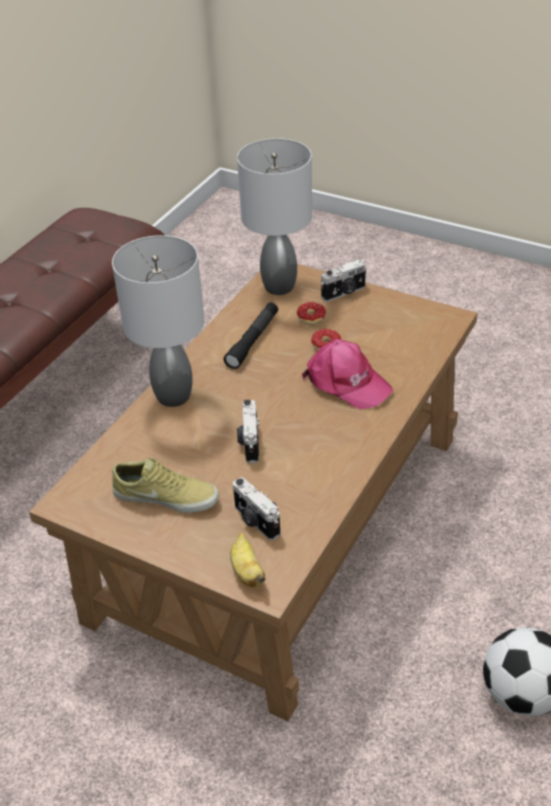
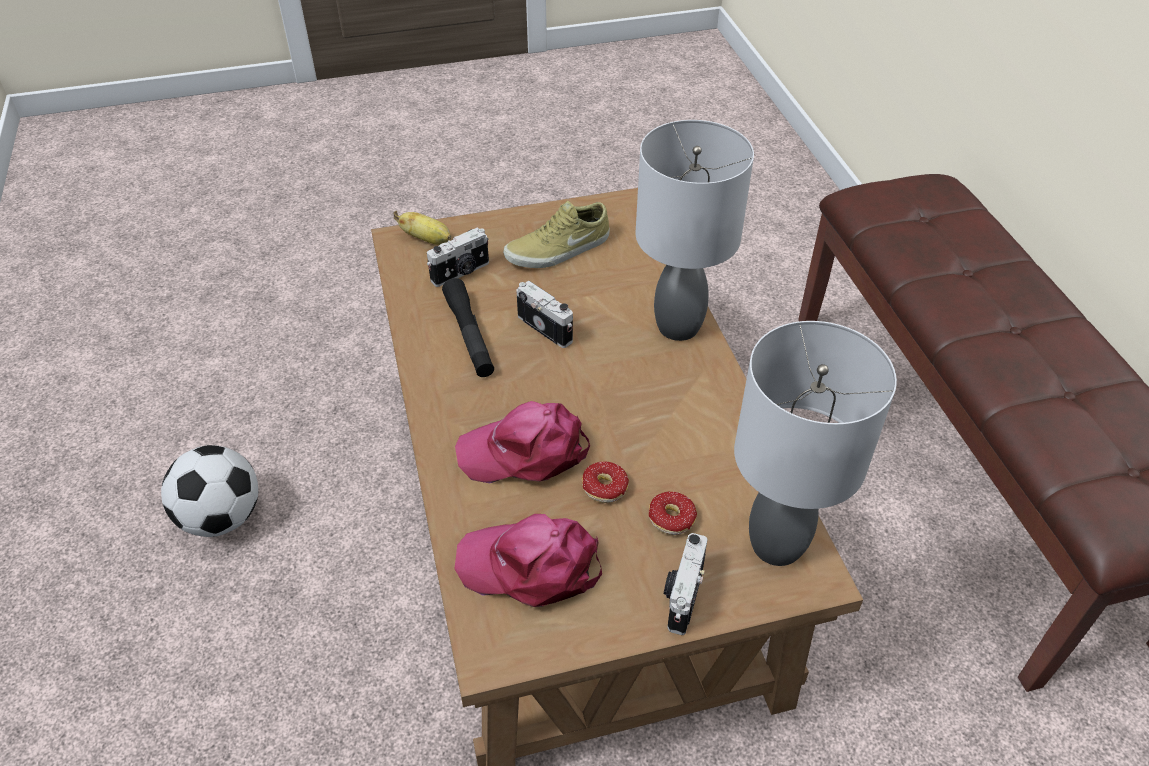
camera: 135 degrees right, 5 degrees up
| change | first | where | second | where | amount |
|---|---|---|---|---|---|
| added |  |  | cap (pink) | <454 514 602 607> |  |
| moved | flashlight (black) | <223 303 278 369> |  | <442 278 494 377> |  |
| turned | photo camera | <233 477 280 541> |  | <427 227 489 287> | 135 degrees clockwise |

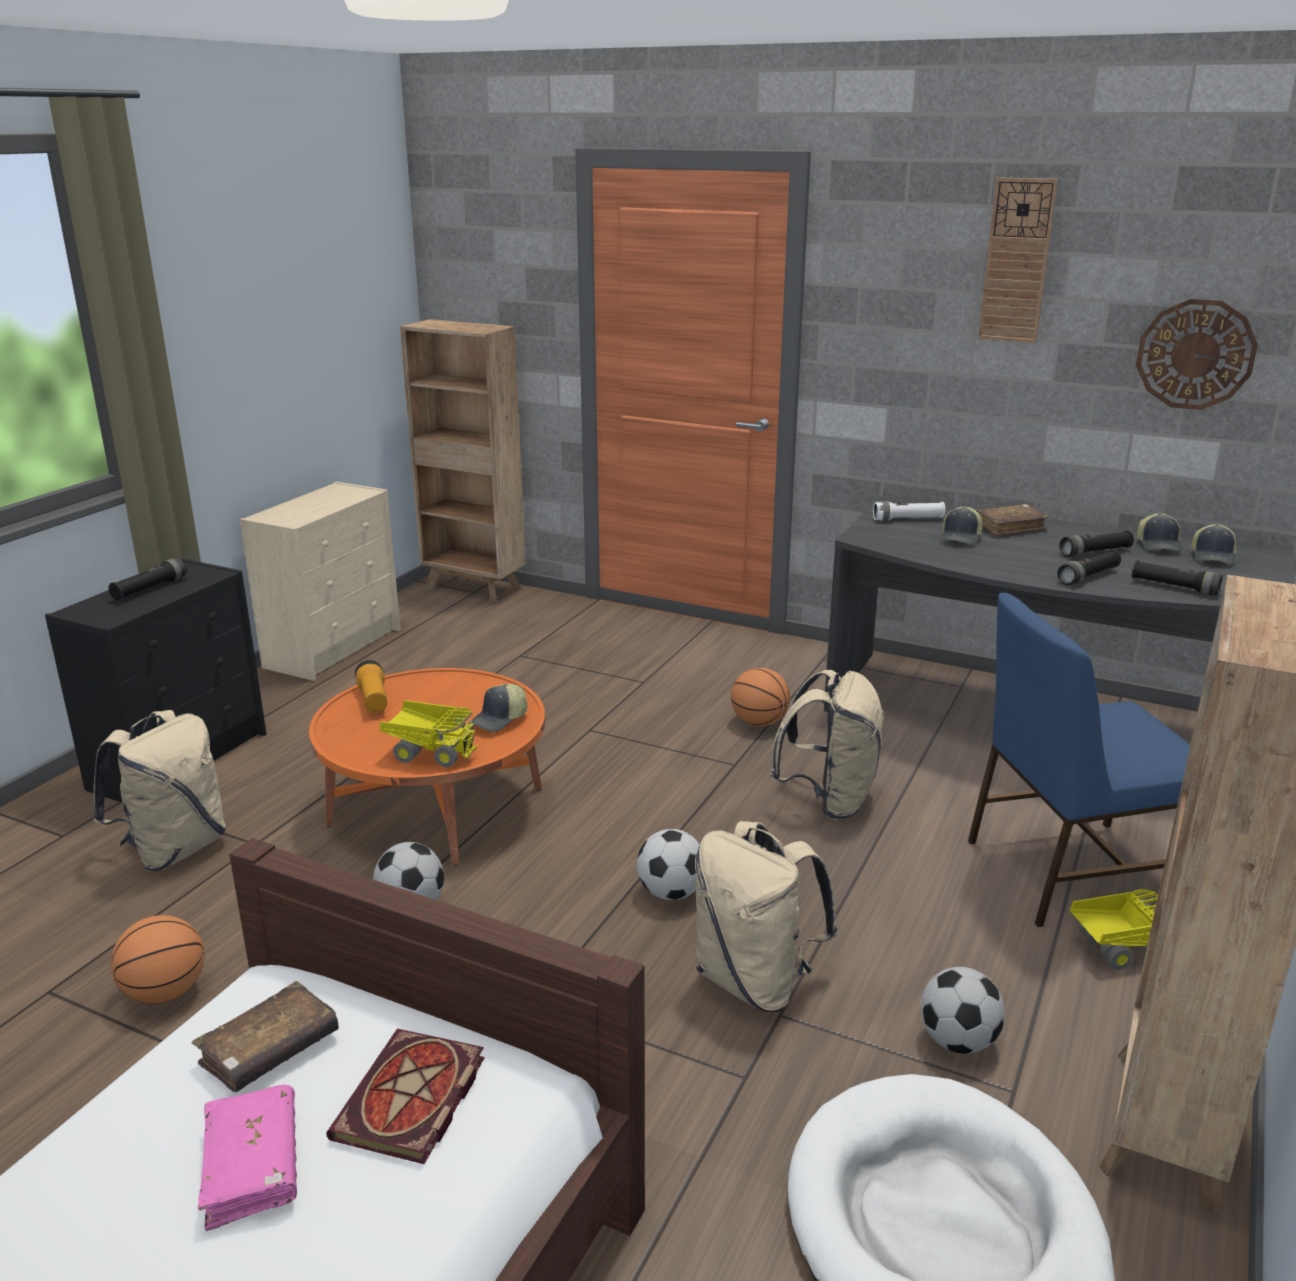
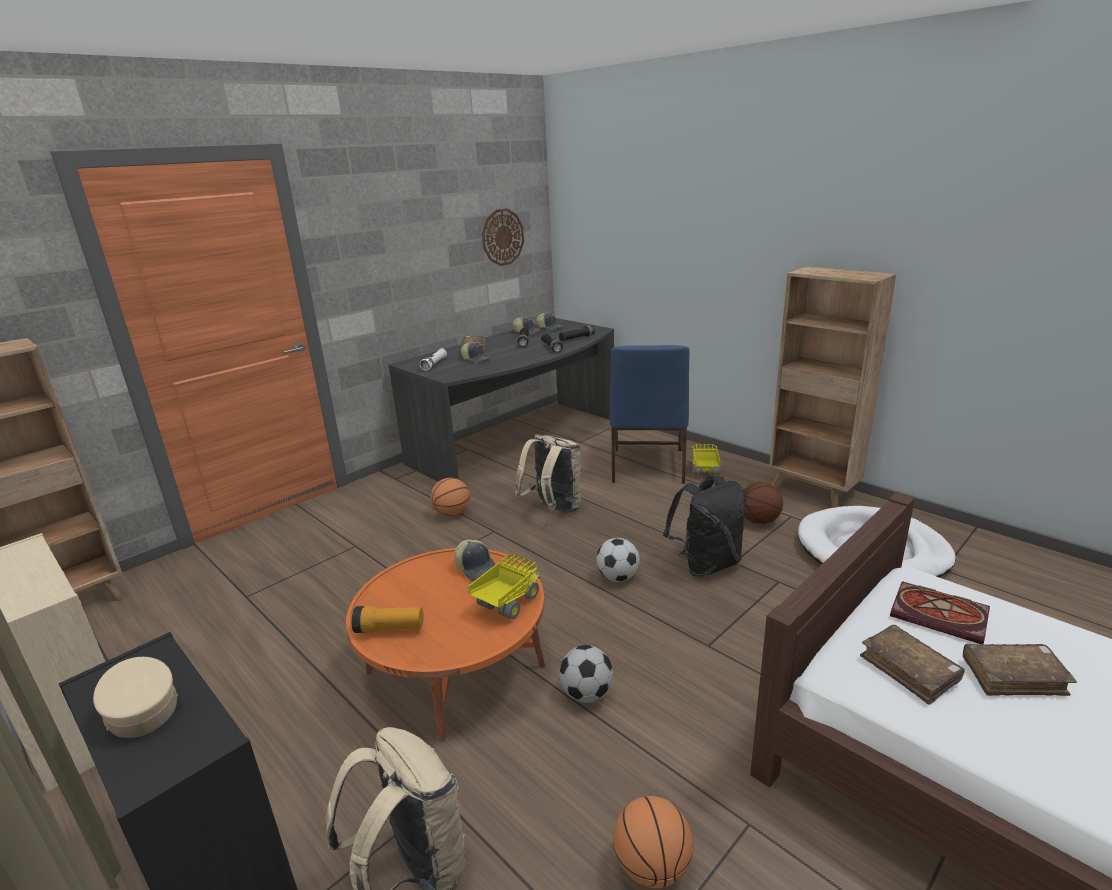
camera: 70 degrees left, 0 degrees up
| change | first | where | second | where | amount |
|---|---|---|---|---|---|
| removed | wall clock | <978 177 1058 343> |  |  |  |
| replaced | flashlight (black) | <109 558 187 600> | cap (beige) | <93 657 178 738> |  |
| replaced | football | <921 967 1005 1054> | basketball | <744 482 783 524> |  |
| recoloured | book (pink) | <198 1084 297 1231> | book (brown) | <963 644 1077 696> |  |
| recoloured | backpack (beige) | <695 821 838 1012> | backpack (black) | <663 475 745 577> |  |

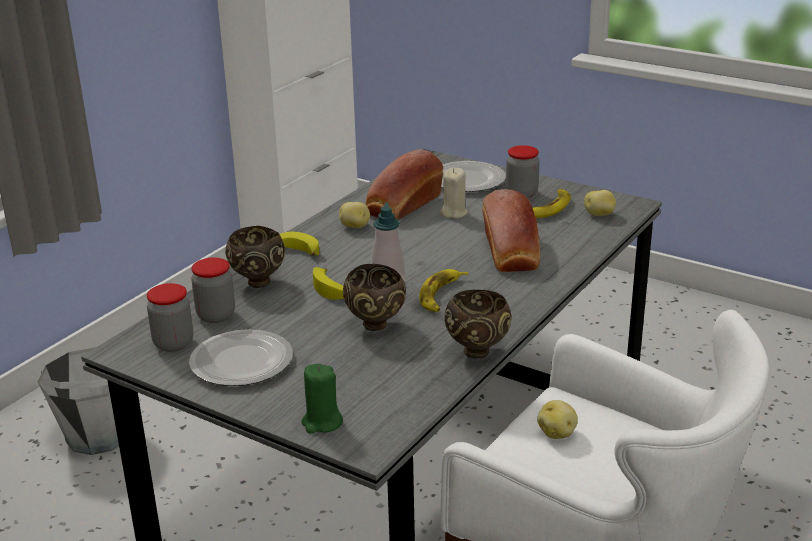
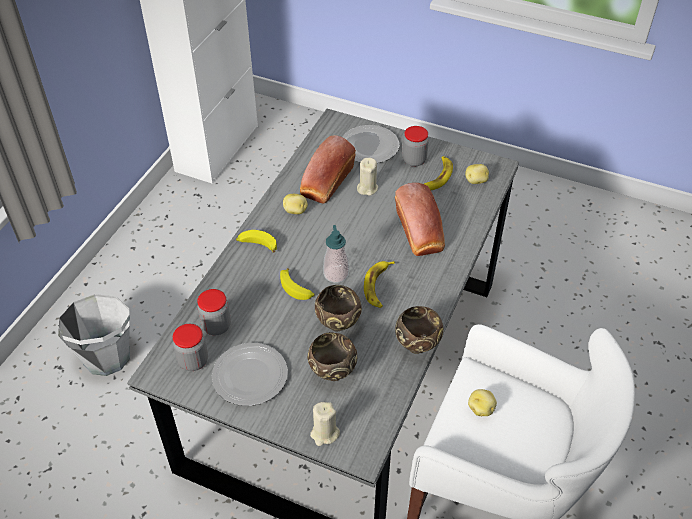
camera: 10 degrees left, 20 degrees up
| change | first | where | second | where | amount |
|---|---|---|---|---|---|
| moved | bowl (brown) | <225 226 285 288> |  | <308 332 357 381> |  |
| recoloured | candle (green) | <301 364 343 434> | candle (beige) | <310 402 340 446> |  |

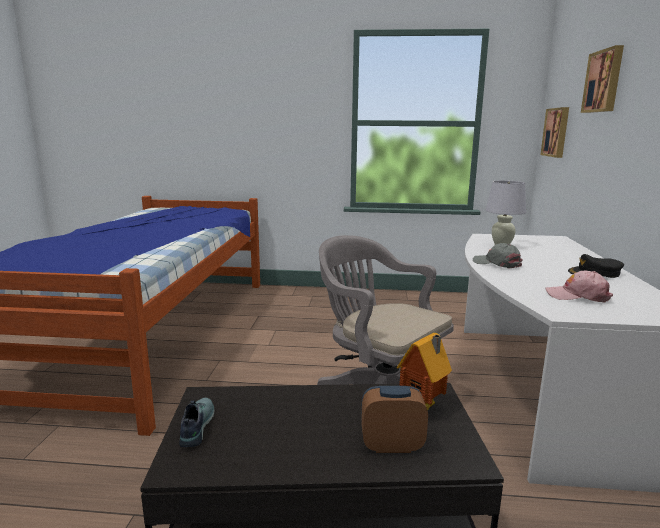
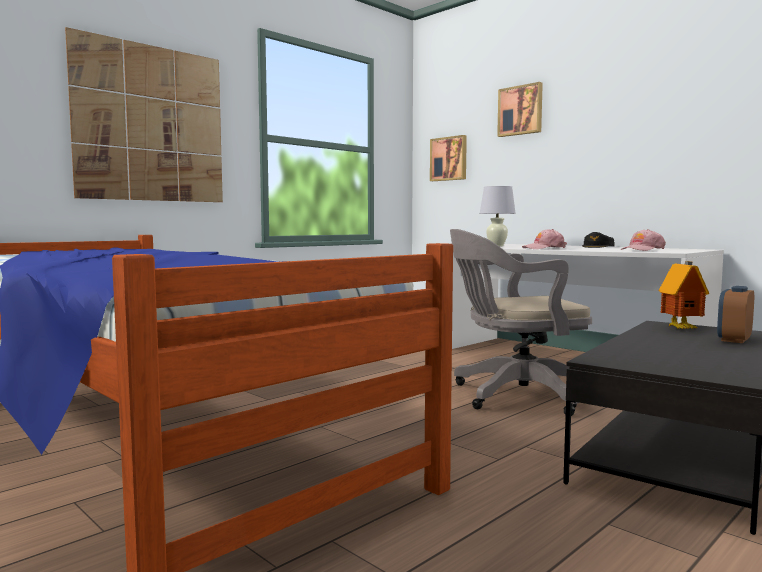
camera: 50 degrees left, 10 degrees down
| change | first | where | second | where | amount |
|---|---|---|---|---|---|
| removed | shoe | <179 398 215 447> |  |  |  |
| added |  |  | picture | <65 27 223 202> |  |
| recoloured | cap (grey) | <473 243 523 269> | cap (pink) | <522 229 567 249> |  |

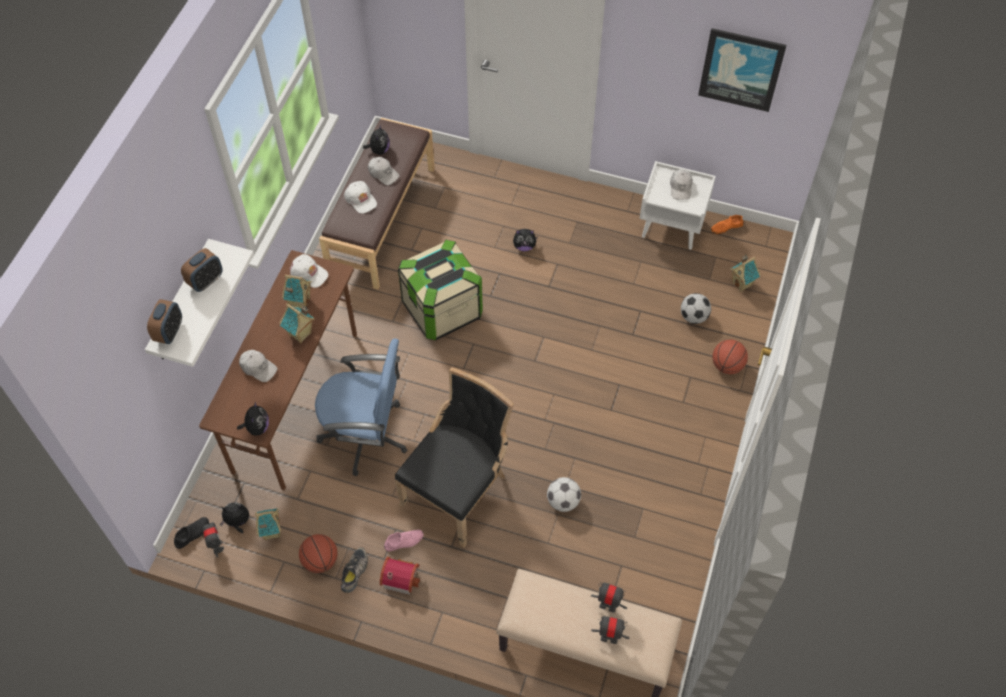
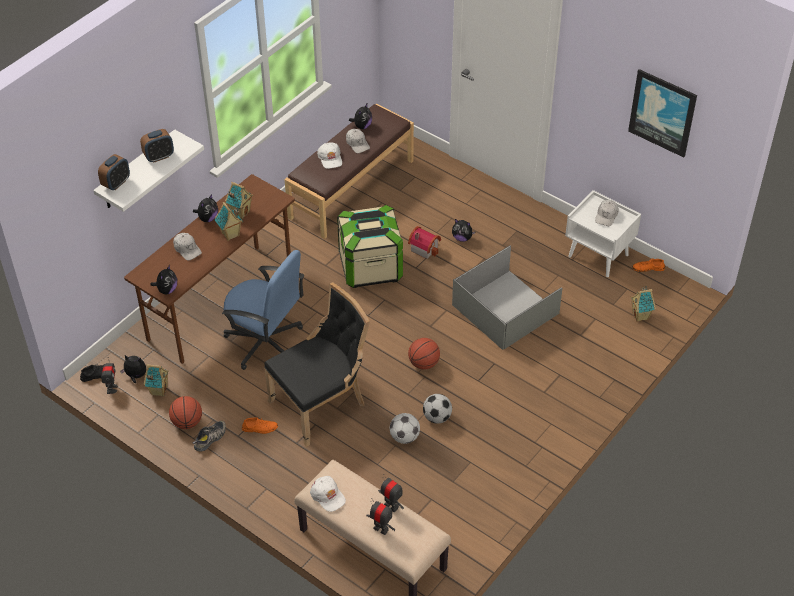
camera: 20 degrees right, 10 degrees down
| change | first | where | second | where | amount |
|---|---|---|---|---|---|
| added |  |  | plush toy | <193 194 218 222> |  |
| added |  |  | storage box (grey) | <452 246 562 350> |  |
| moved | cap (white) | <290 254 328 288> |  | <310 476 346 512> |  |
| moved | toy house | <380 557 420 595> |  | <408 226 441 259> |  |
| moved | football | <681 293 711 324> |  | <423 394 452 424> |  |
| moved | basketball | <712 339 748 374> |  | <408 338 440 370> |  |
| recoloured | shoe (pink) | <384 530 424 551> | shoe (orange) | <242 417 278 434> |  |

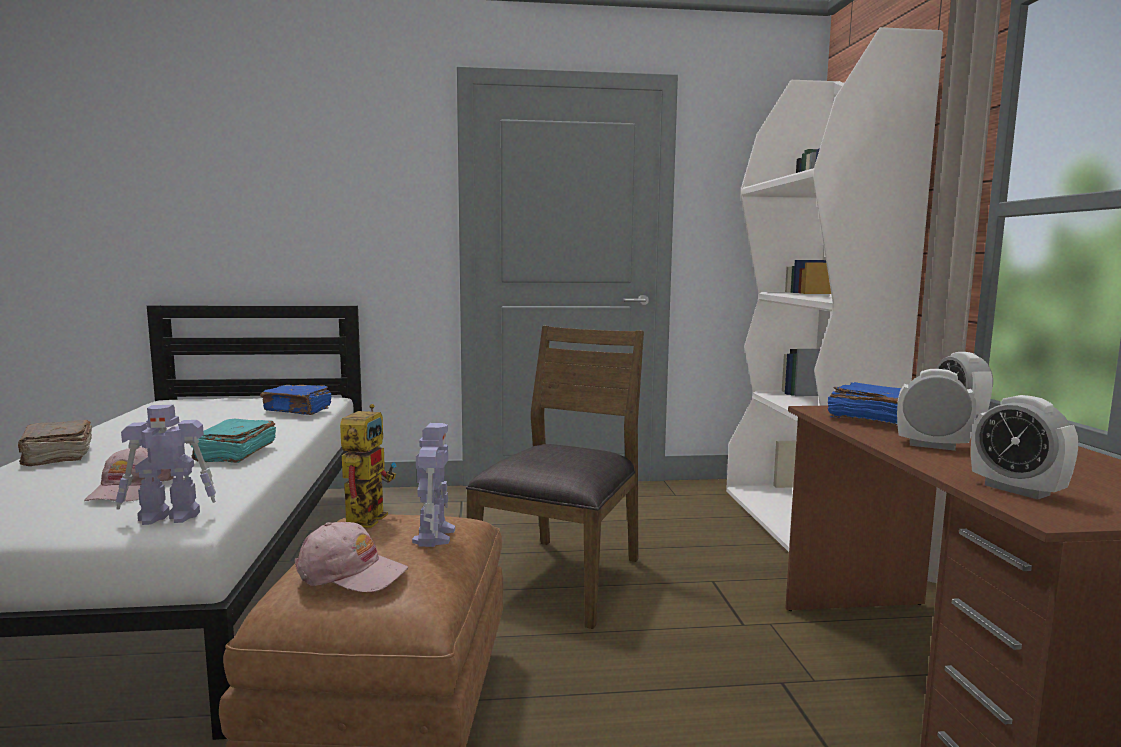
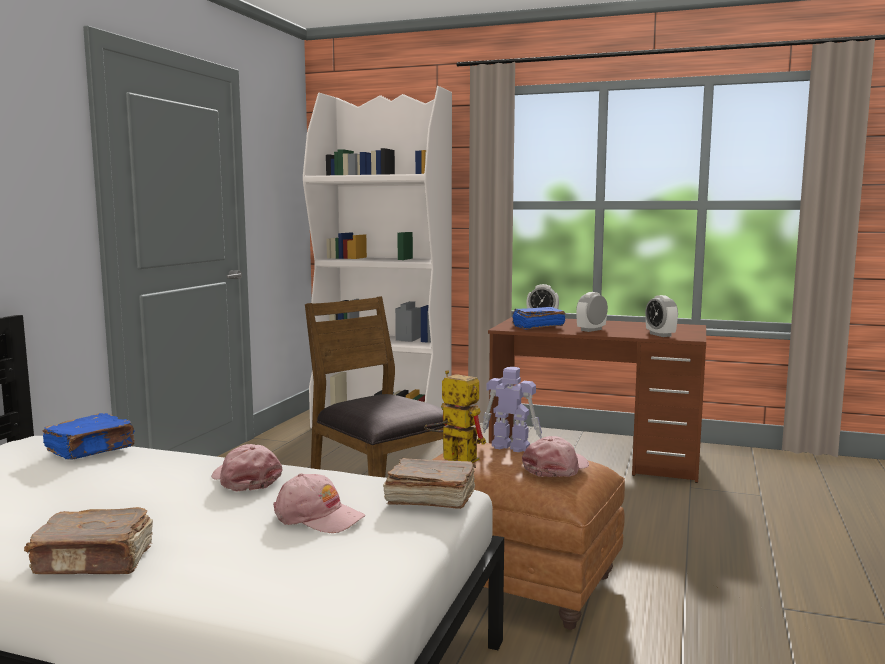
camera: 65 degrees left, 0 degrees up
| change | first | where | second | where | amount |
|---|---|---|---|---|---|
| replaced | toy robot | <116 405 216 525> | book (brown) | <383 458 476 509> |  |
| replaced | book (turquoise) | <191 419 276 463> | cap (pink) | <211 444 282 491> |  |
| turned | alarm clock | <971 395 1078 499> |  | <645 295 678 337> | 75 degrees clockwise |

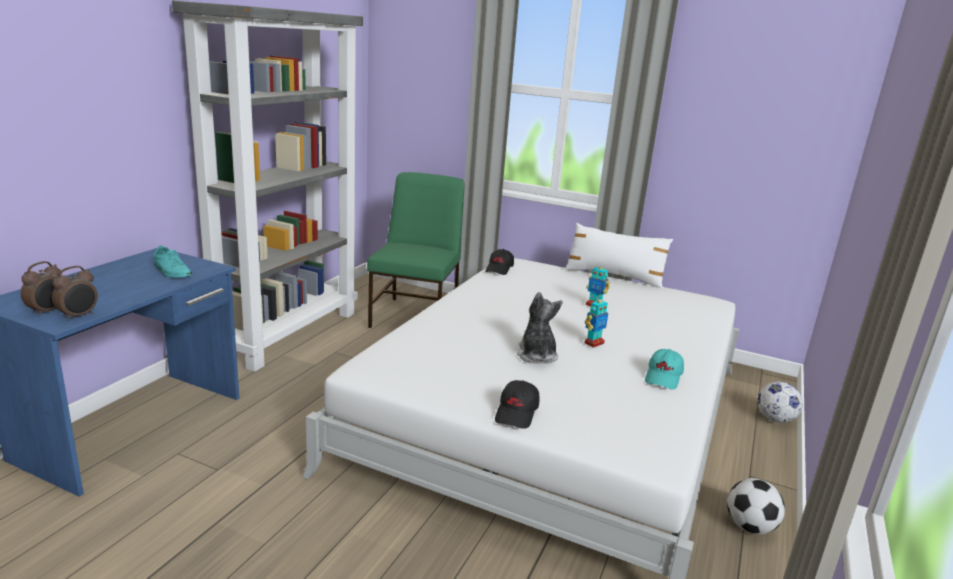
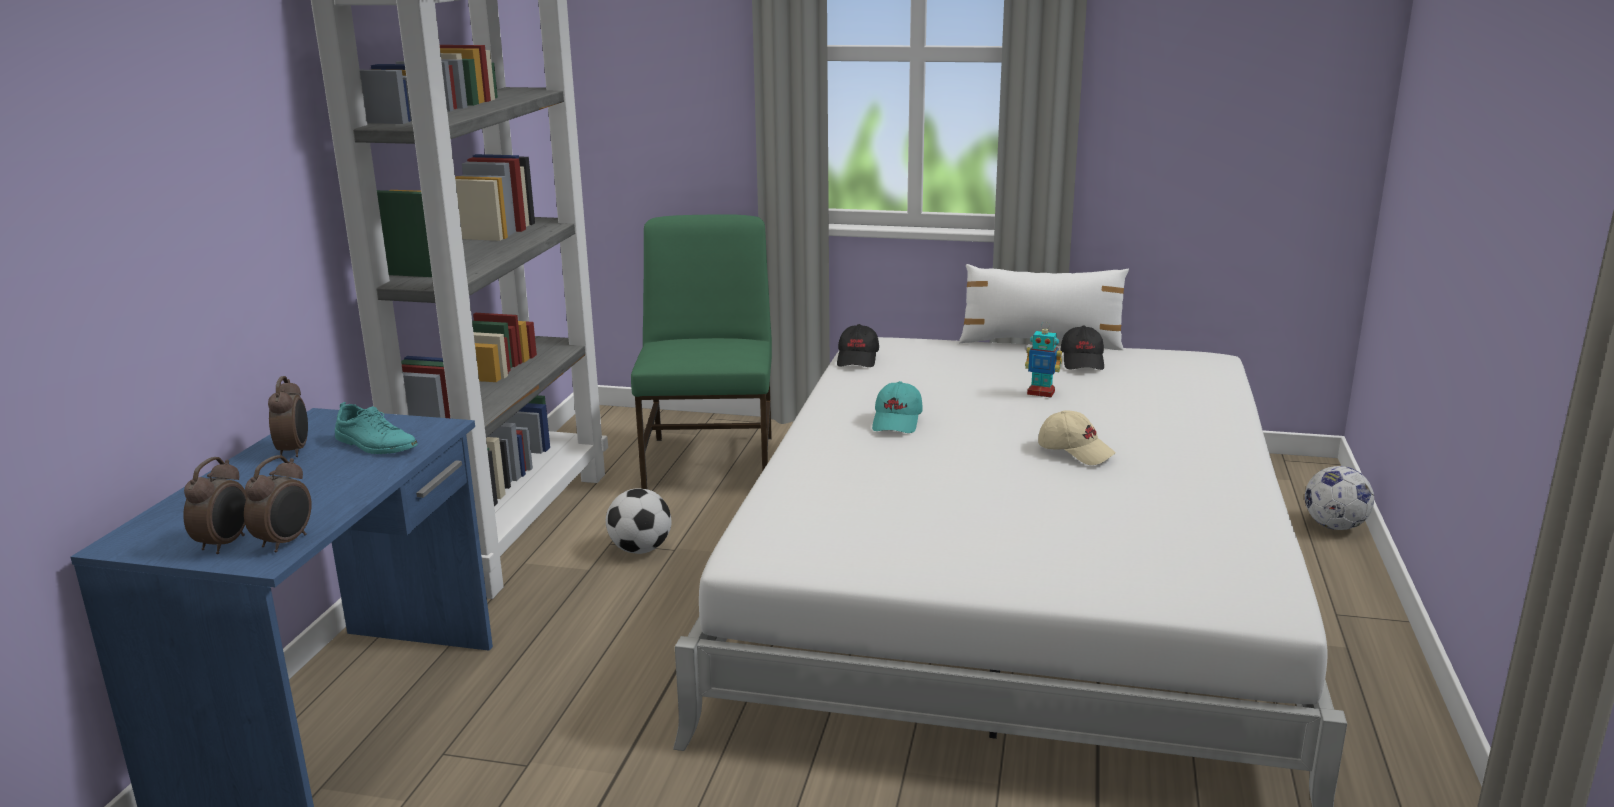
camera: 10 degrees left, 0 degrees up
| change | first | where | second | where | amount |
|---|---|---|---|---|---|
| removed | plush toy | <517 292 563 362> |  |  |  |
| added |  |  | alarm clock | <268 376 308 457> |  |
| moved | cap (black) | <495 380 539 429> |  | <1060 325 1104 370> |  |
| moved | cap (turquoise) | <645 349 684 389> |  | <872 381 923 433> |  |
| moved | football | <727 478 785 534> |  | <606 488 672 554> |  |
| replaced | toy robot | <585 298 608 348> | cap (beige) | <1038 410 1116 465> |  |

